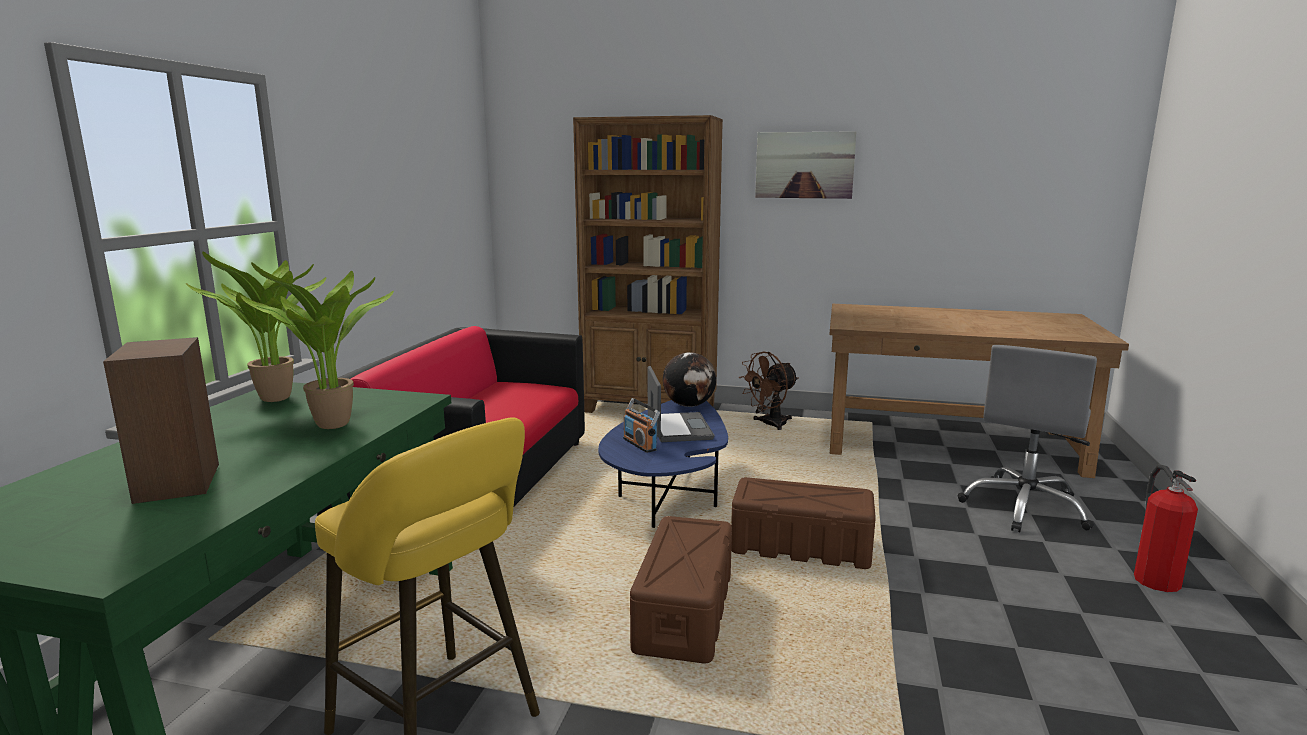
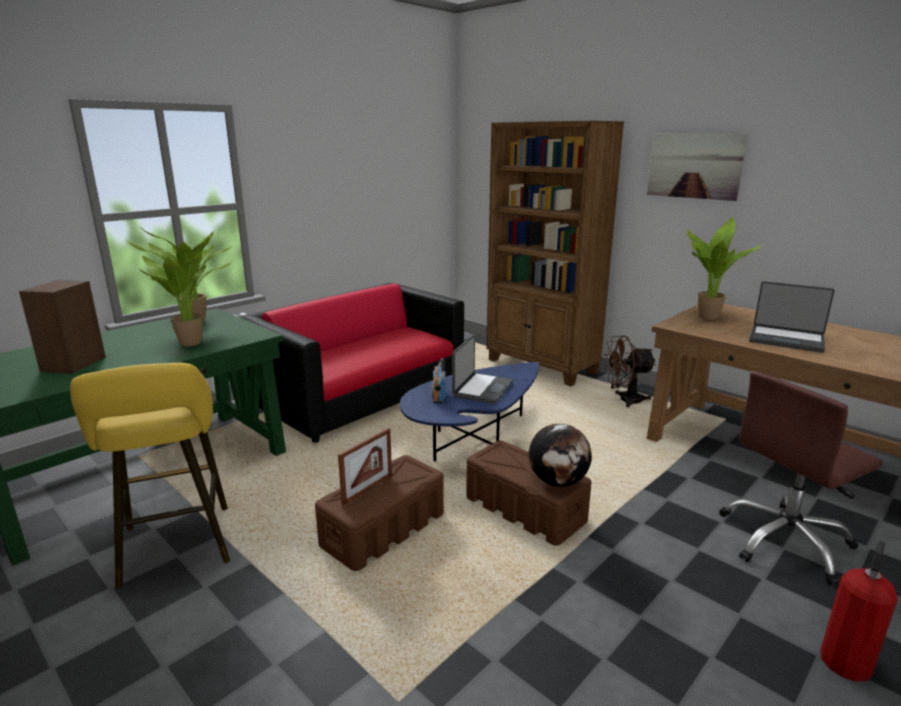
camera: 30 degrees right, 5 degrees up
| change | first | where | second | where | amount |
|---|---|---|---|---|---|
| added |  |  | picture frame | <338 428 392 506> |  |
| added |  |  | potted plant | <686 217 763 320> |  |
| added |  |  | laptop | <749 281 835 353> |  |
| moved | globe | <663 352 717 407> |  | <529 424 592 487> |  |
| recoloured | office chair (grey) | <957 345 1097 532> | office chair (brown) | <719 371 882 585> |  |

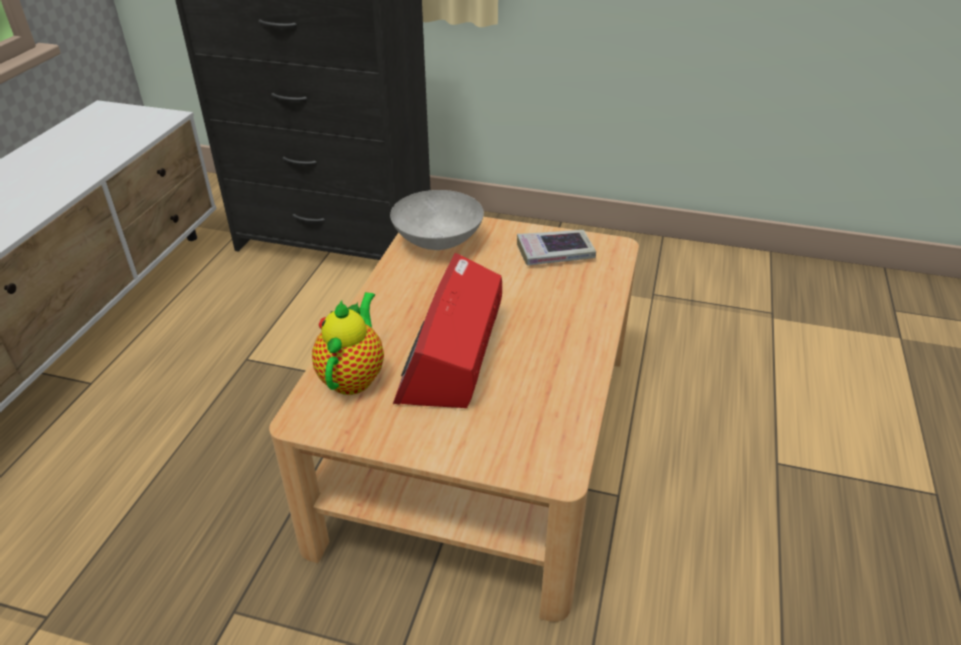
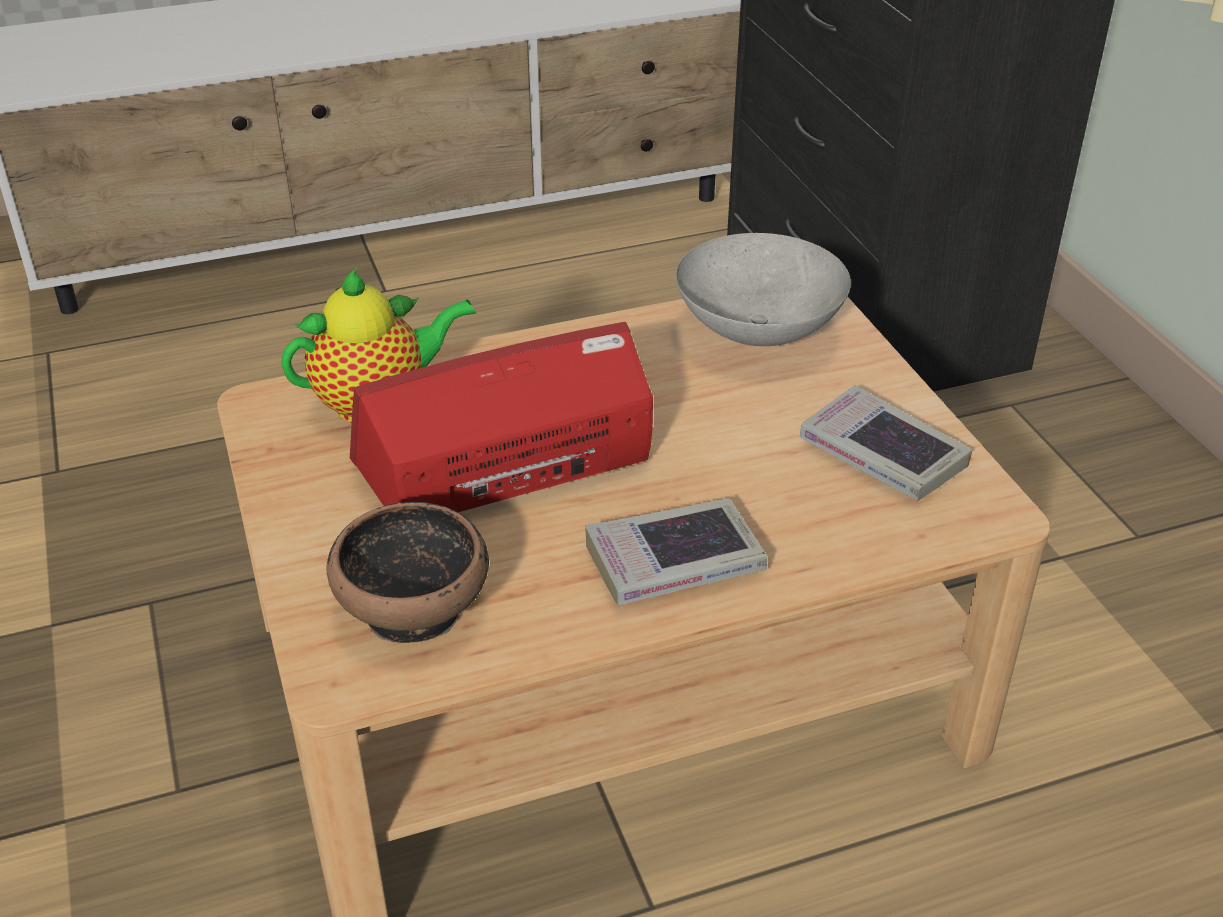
camera: 55 degrees right, 0 degrees up
| change | first | where | second | where | amount |
|---|---|---|---|---|---|
| added |  |  | bowl | <327 502 489 643> |  |
| added |  |  | book | <585 498 767 605> |  |

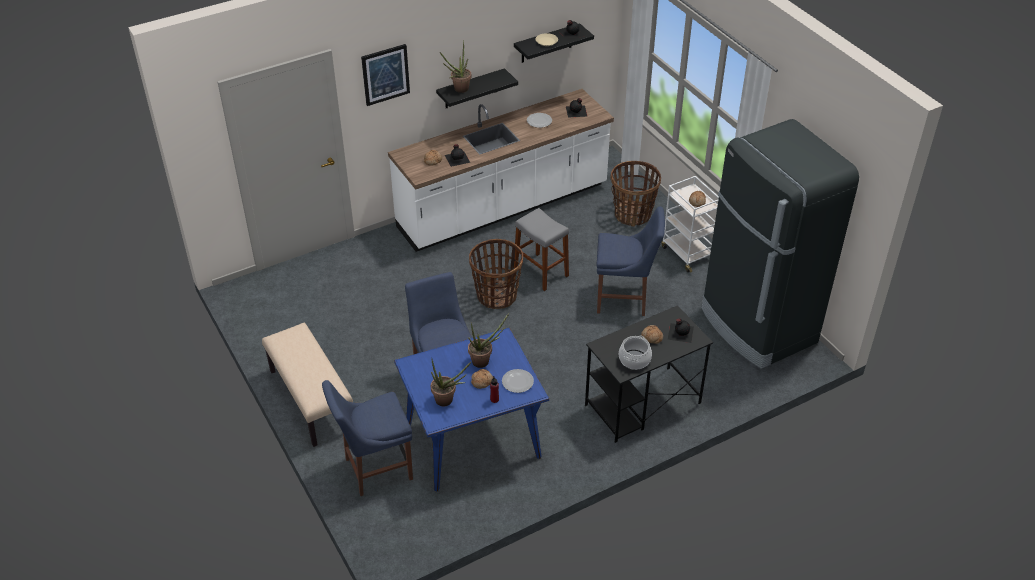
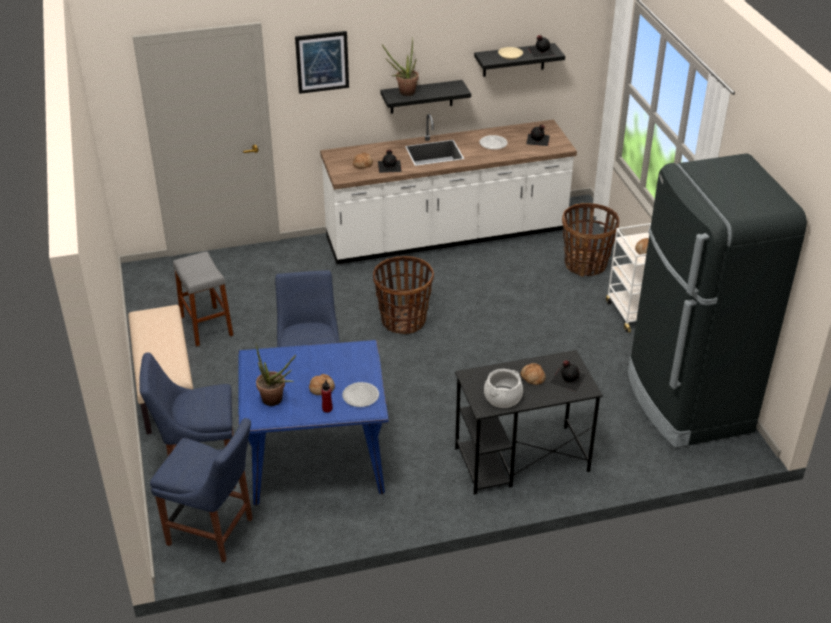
camera: 15 degrees right, 5 degrees down
| change | first | where | second | where | amount |
|---|---|---|---|---|---|
| removed | potted plant | <468 313 509 368> |  |  |  |
| moved | stool (grey) | <514 208 569 291> |  | <173 251 233 347> |  |
| moved | chair (blue) | <597 206 665 316> |  | <150 418 253 563> |  |

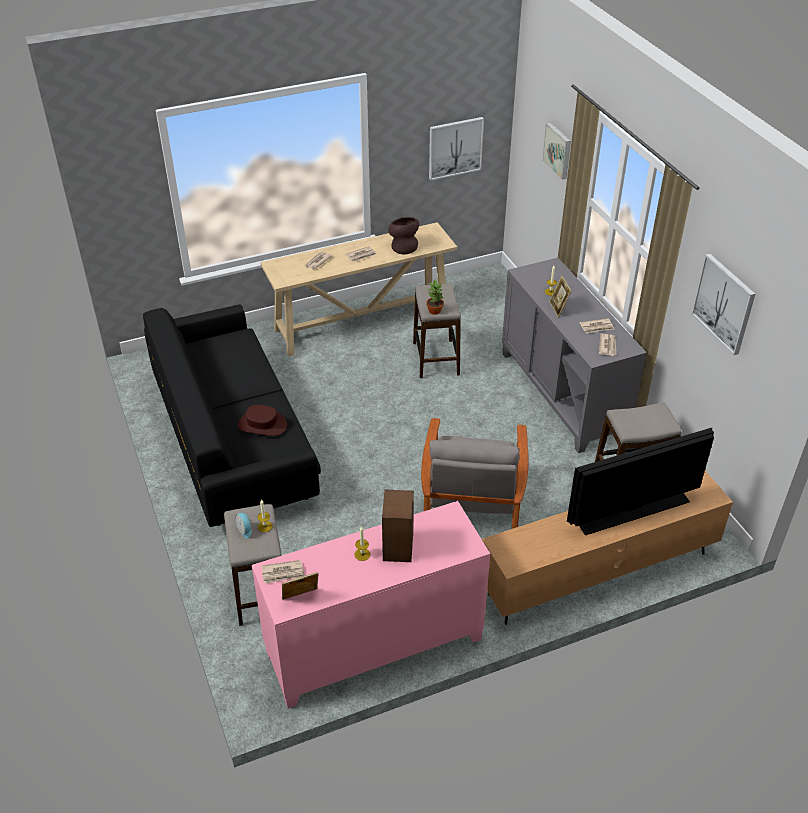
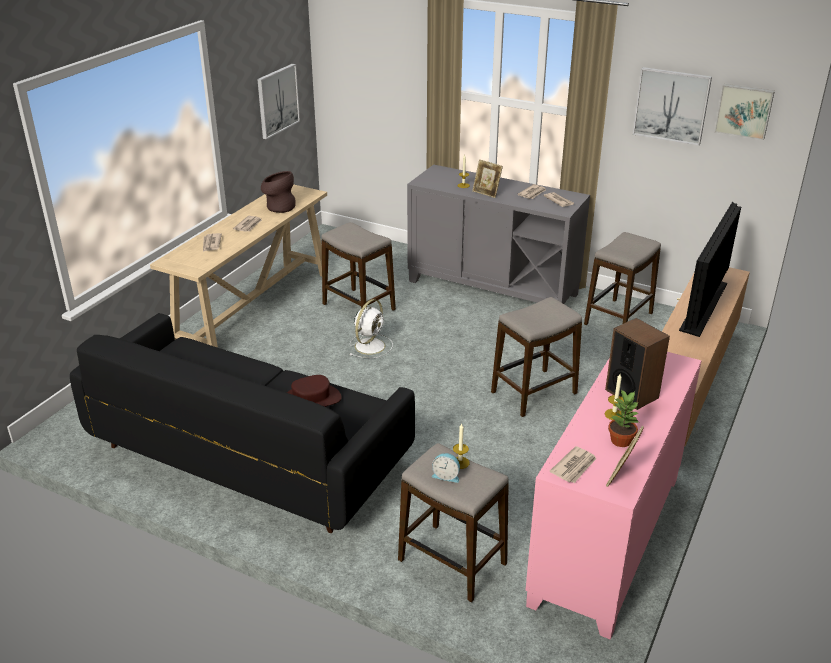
camera: 40 degrees left, 10 degrees down
| change | first | where | second | where | amount |
|---|---|---|---|---|---|
| added |  |  | fan (white) | <350 299 393 358> |  |
| moved | potted plant | <426 279 444 315> |  | <608 390 639 447> |  |
| moved | picture | <542 122 571 180> |  | <714 84 775 140> |  |
| replaced | armchair (grey) | <421 418 529 529> | stool | <491 297 582 417> |  |

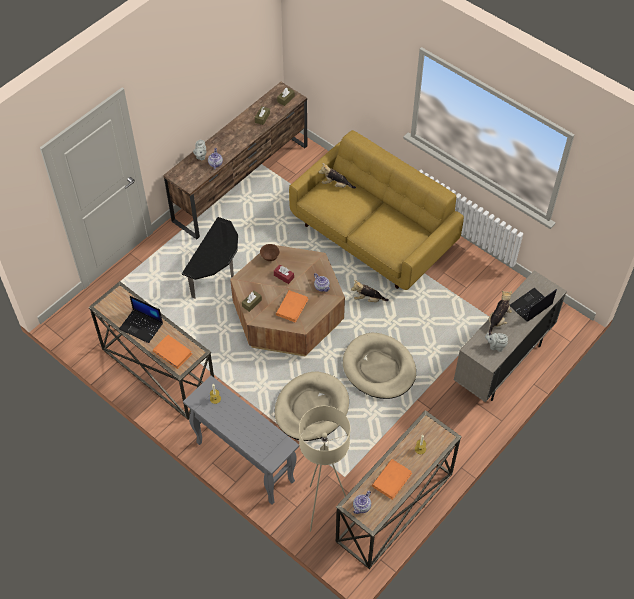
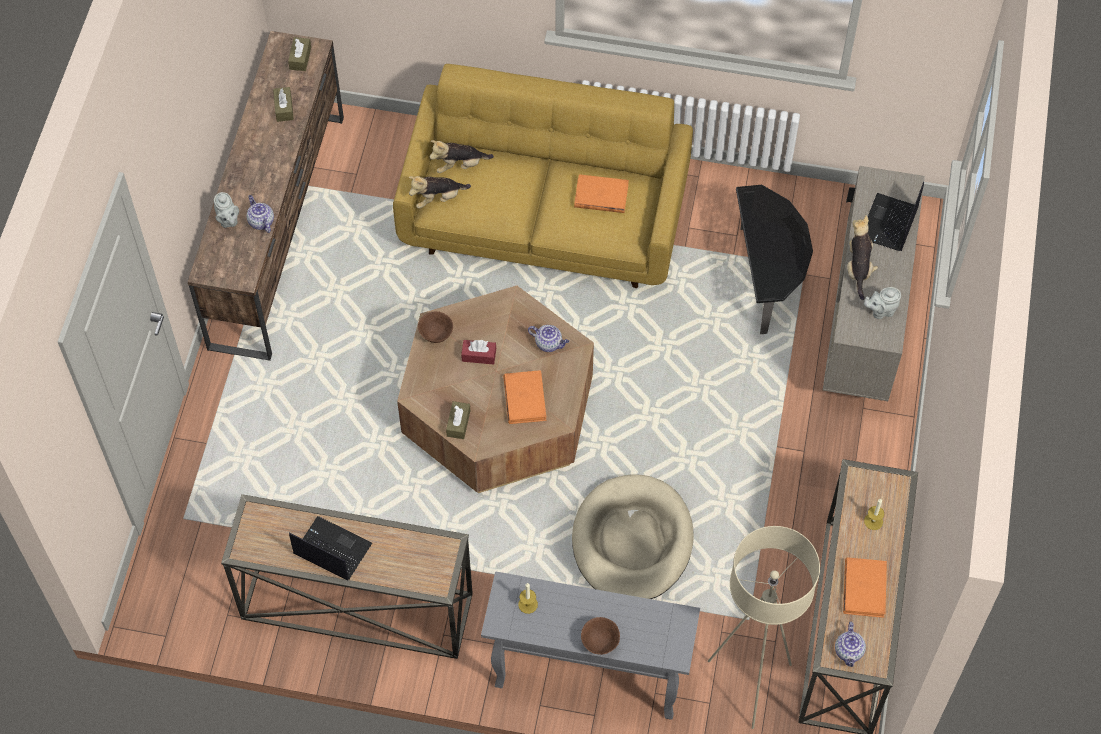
camera: 30 degrees left, 5 degrees up
| change | first | where | second | where | amount |
|---|---|---|---|---|---|
| removed | dog bed (beige) | <343 333 416 399> |  |  |  |
| added |  |  | bowl (brown) | <581 617 620 655> |  |
| moved | book (orange) | <153 335 192 369> |  | <574 174 629 213> |  |
| moved | side table | <182 217 238 299> |  | <736 185 813 334> |  |
| moved | plush toy | <351 280 389 302> |  | <409 176 471 209> |  |
| turned | laptop | <119 296 163 343> |  | <289 516 372 581> | 150 degrees counterclockwise |

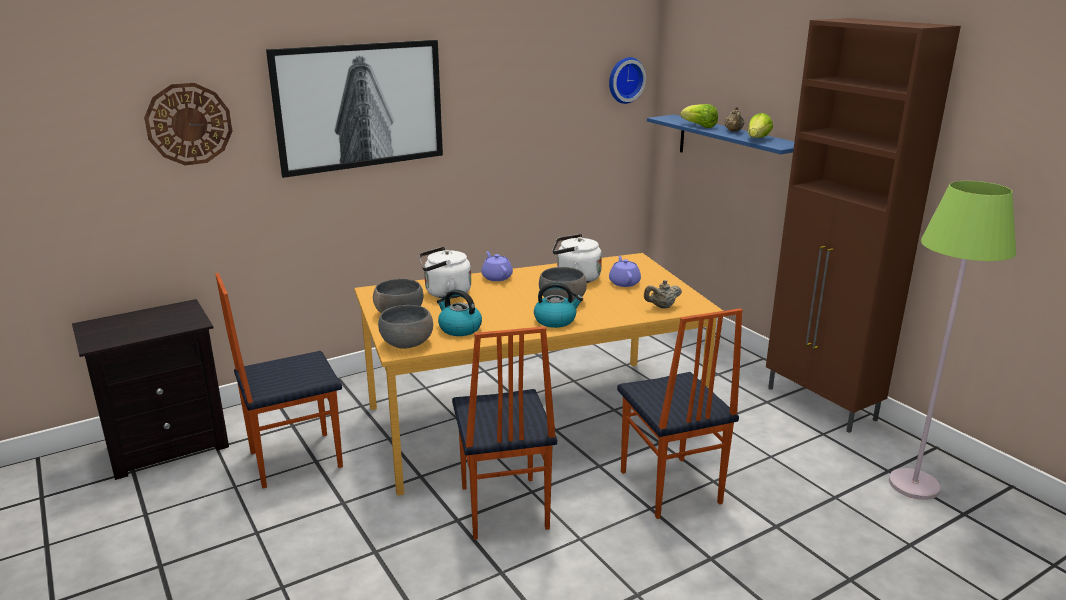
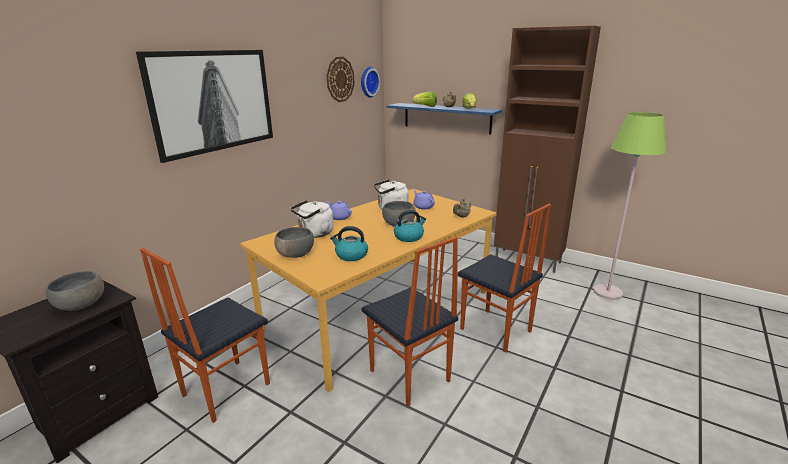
camera: 25 degrees left, 0 degrees up
| change | first | where | second | where | amount |
|---|---|---|---|---|---|
| moved | wall clock | <144 83 232 165> |  | <327 57 355 102> |  |
| moved | bowl (grey) | <378 305 433 349> |  | <46 271 104 311> |  |

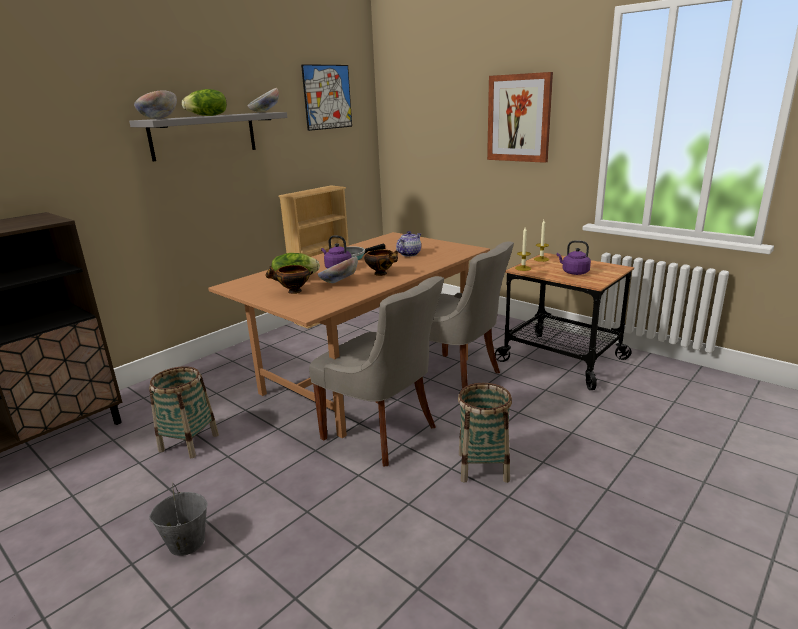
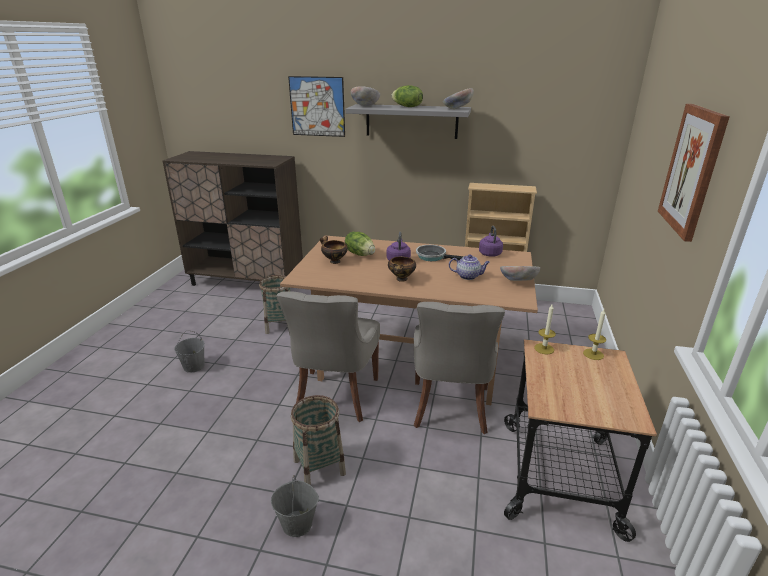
camera: 60 degrees right, 5 degrees up
| change | first | where | second | where | amount |
|---|---|---|---|---|---|
| added |  |  | bucket (grey) | <271 475 319 537> |  |
| moved | picture | <301 64 352 131> |  | <288 76 345 137> |  |
| moved | bowl | <317 256 358 283> |  | <500 266 540 281> |  |
| moved | kettle (purple) | <557 240 591 275> |  | <479 226 503 257> |  |

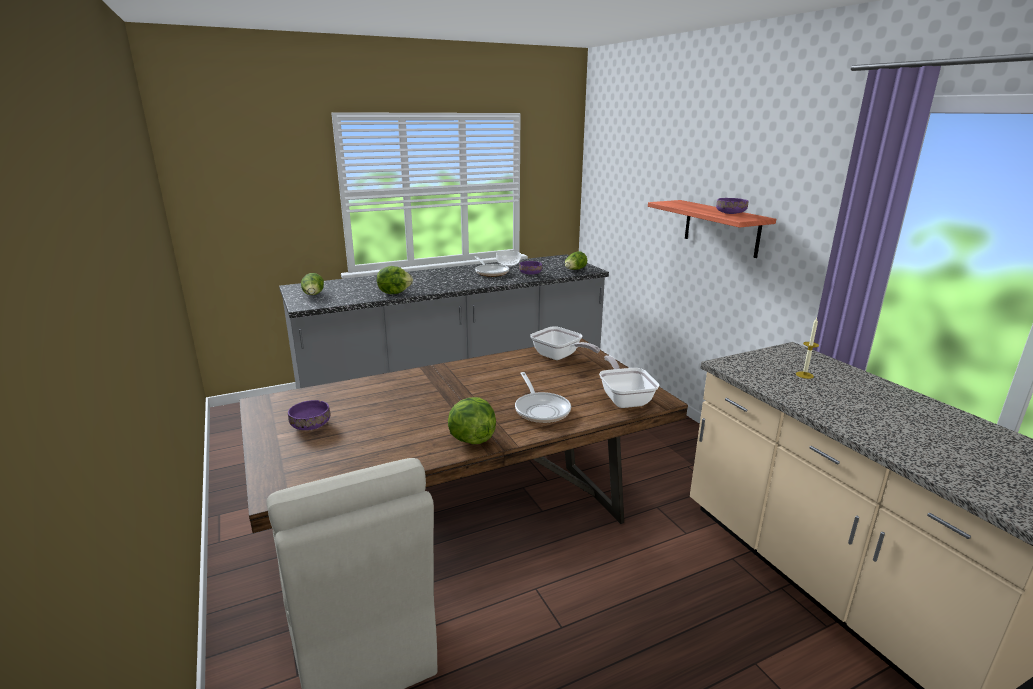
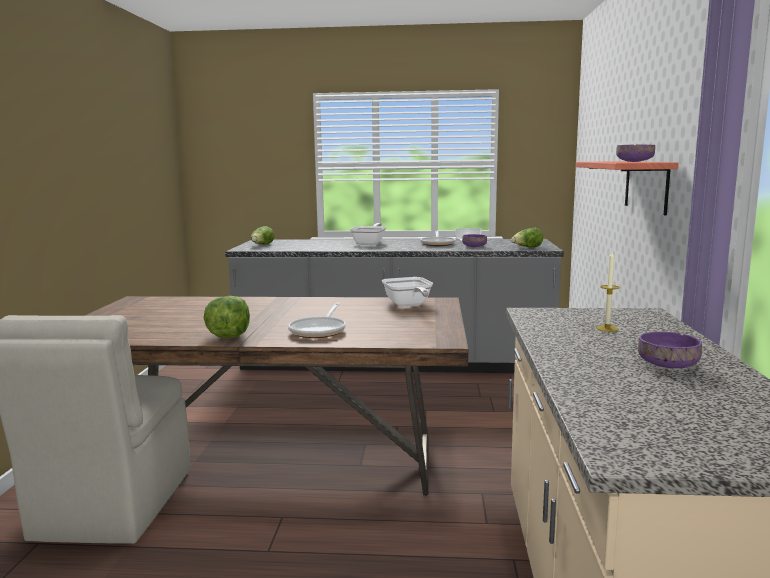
camera: 30 degrees right, 10 degrees down
| change | first | where | second | where | amount |
|---|---|---|---|---|---|
| removed | lettuce | <377 266 413 294> |  |  |  |
| moved | bowl (purple) | <288 400 330 430> |  | <638 332 702 368> |  |
| moved | frying pan | <599 355 659 408> |  | <350 223 386 245> |  |

